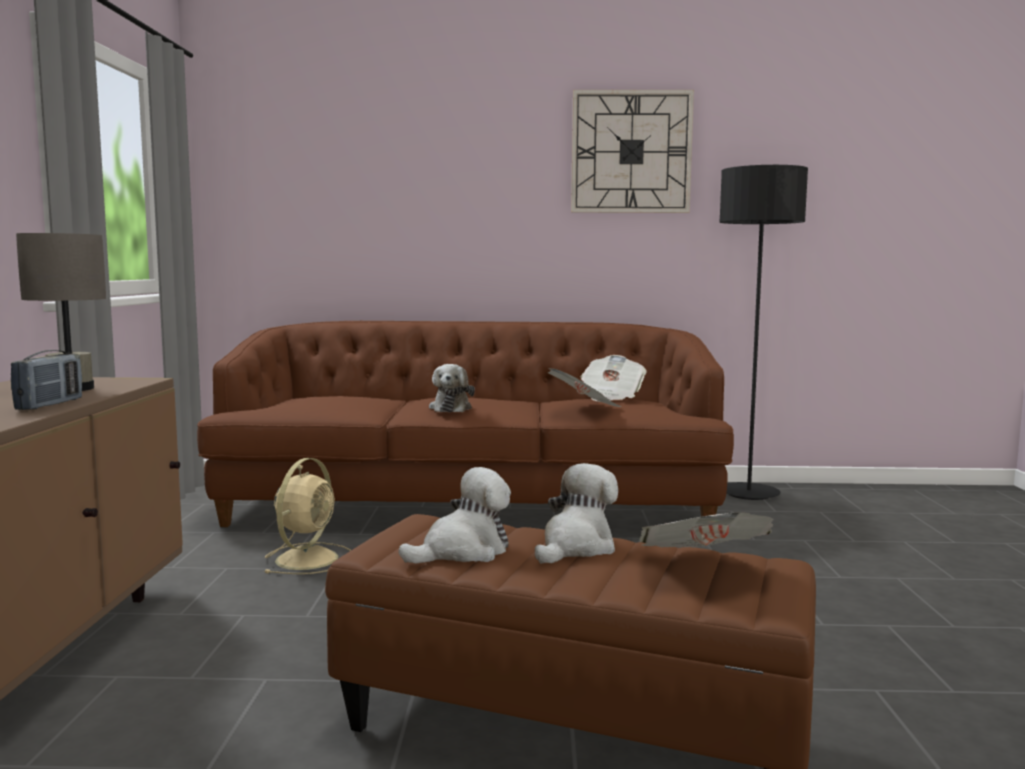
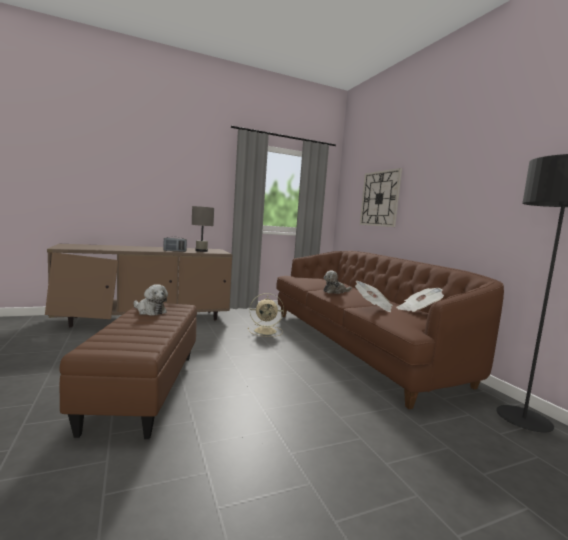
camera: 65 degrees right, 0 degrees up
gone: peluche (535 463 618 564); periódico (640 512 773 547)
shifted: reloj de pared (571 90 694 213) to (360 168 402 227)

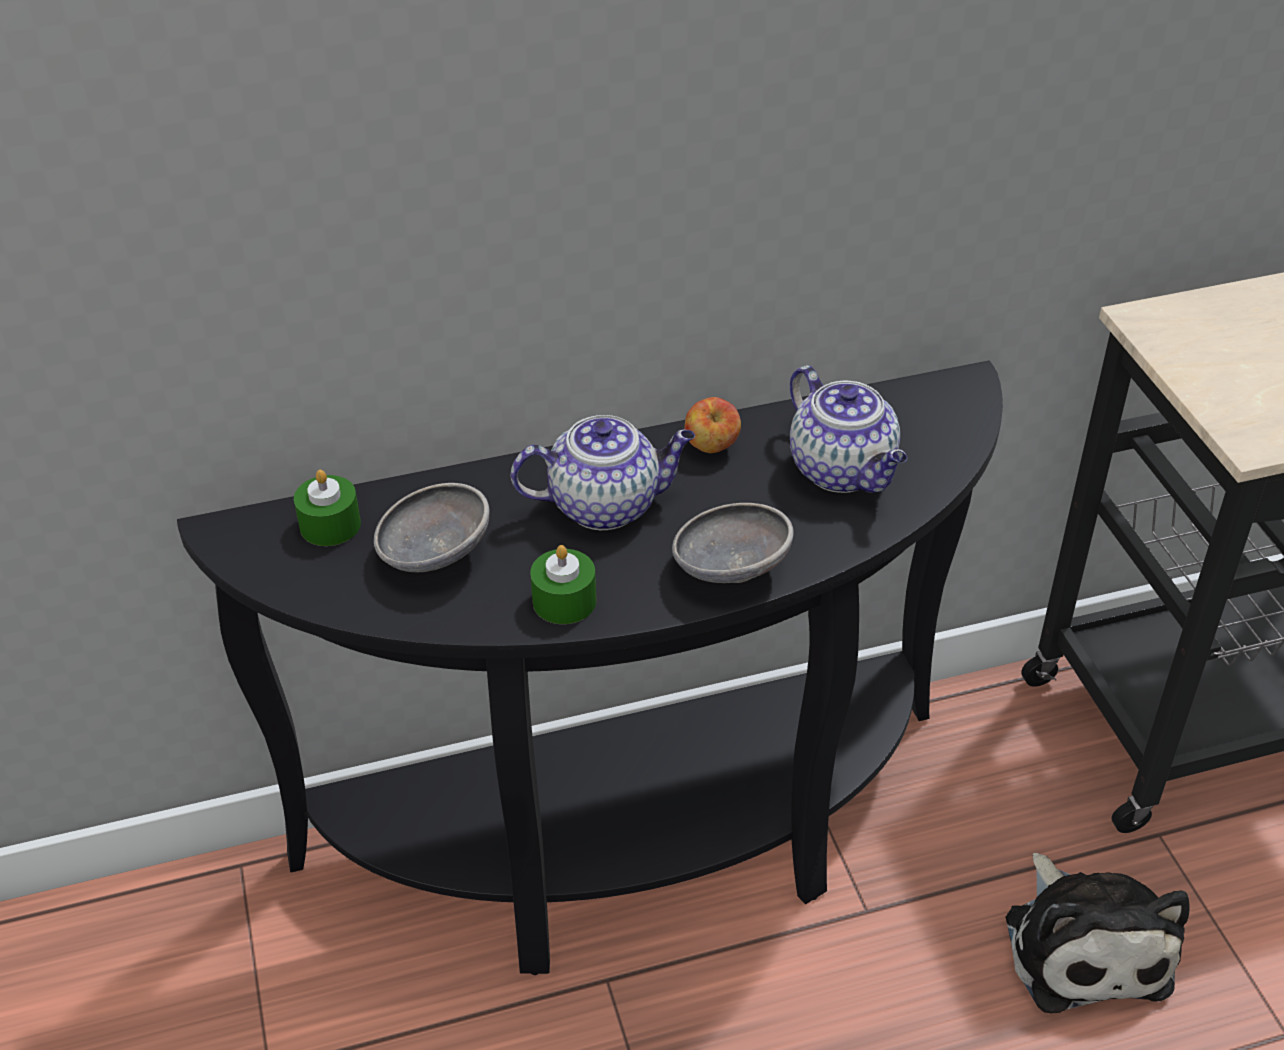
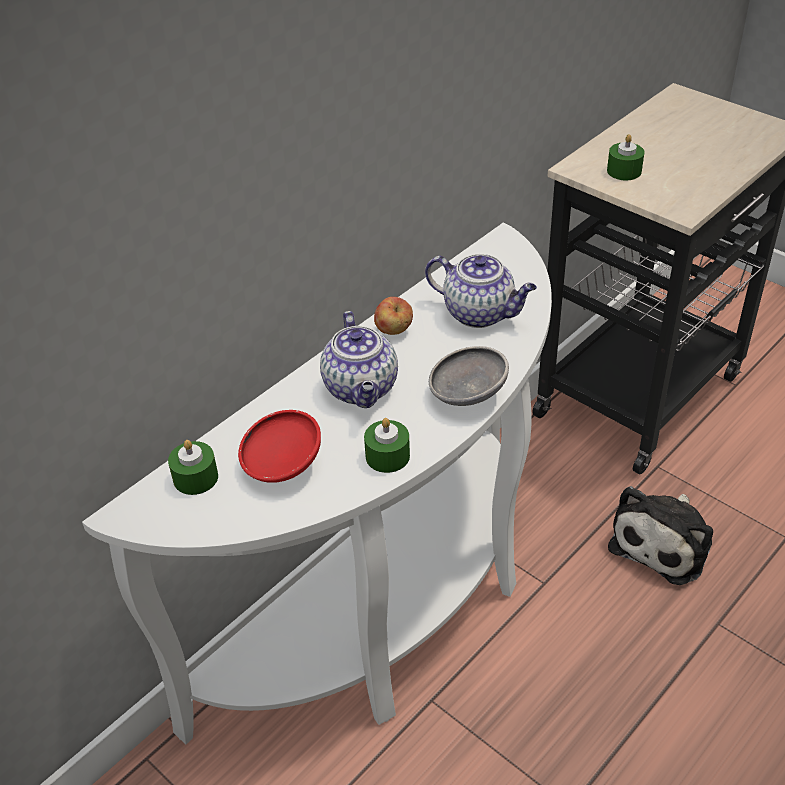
camera: 30 degrees left, 0 degrees up
new: vela (verde) (607 134 645 180)
repainted: mesa consola (negro) (177 360 1003 975) to mesa consola (blanco) (82 223 552 744); cuenco (gris) (374 483 489 572) to cuenco (rojo) (238 410 321 483)
rotated: tetera (511 415 695 530) = (320 311 398 408) 120 degrees clockwise; peluche (1006 853 1190 1013) = (608 486 713 585) 75 degrees clockwise

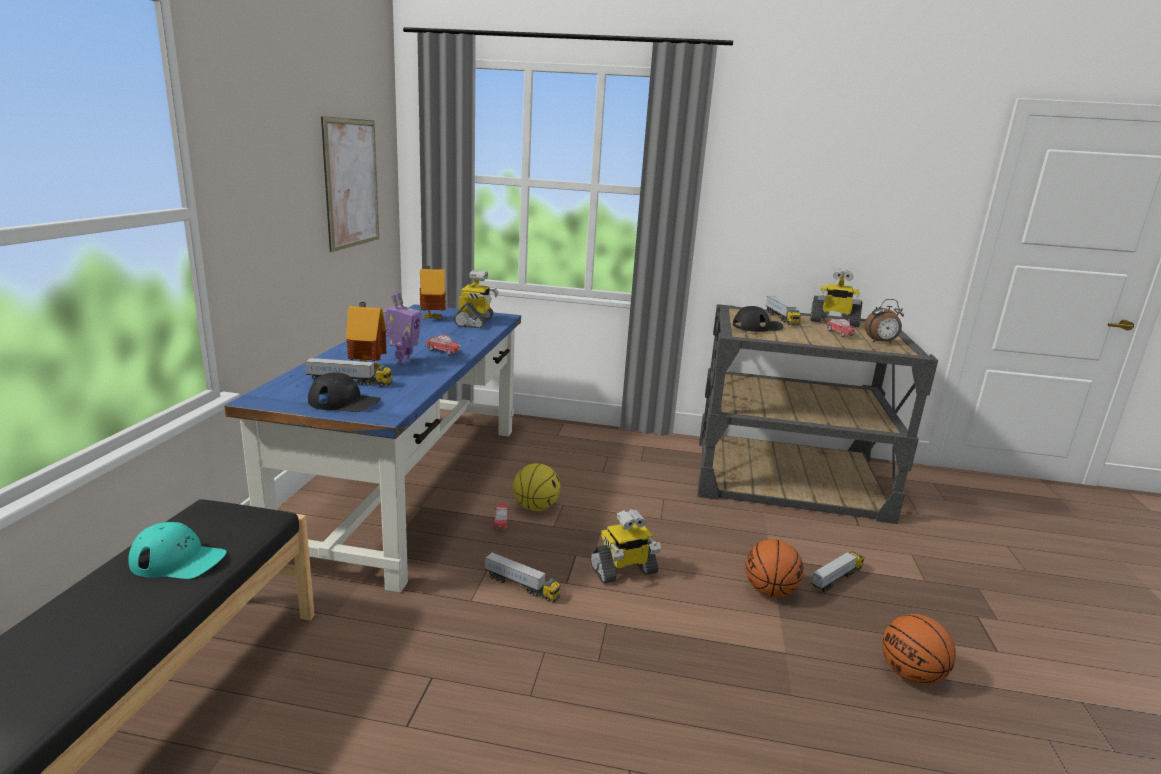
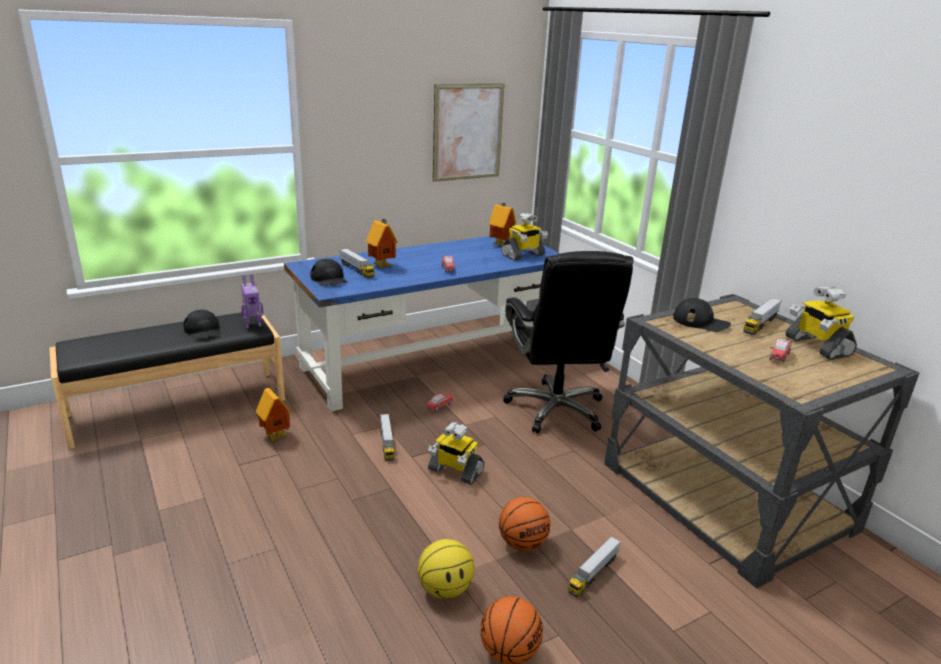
camera: 50 degrees right, 5 degrees up
gone: despertador (865 299 904 343)
new: casita (256 387 291 441); silla de oficina (negro) (503 251 634 433)
shifted: robot de juguete (383 293 421 365) to (241 274 264 328); balón de baloncesto (513 463 560 511) to (418 539 475 599)
repainted: gorra (turquesa) (128 522 227 579) to gorra (negro) (183 310 221 340)
rotated: camión de juguete (811 551 865 592) = (568 536 621 597) 120 degrees clockwise

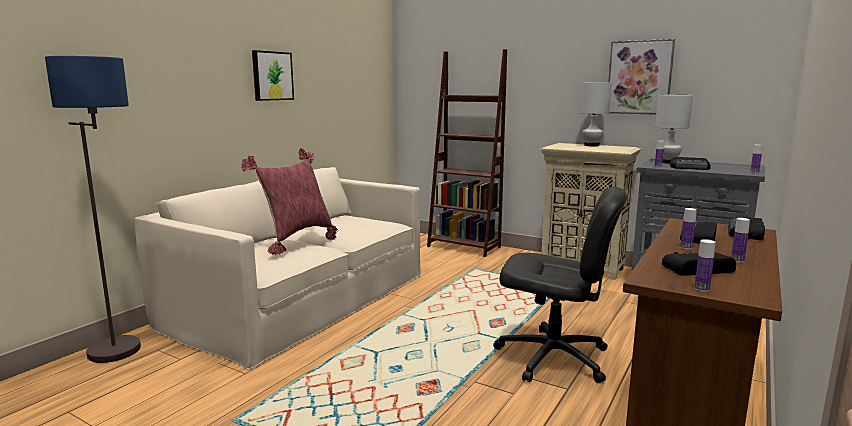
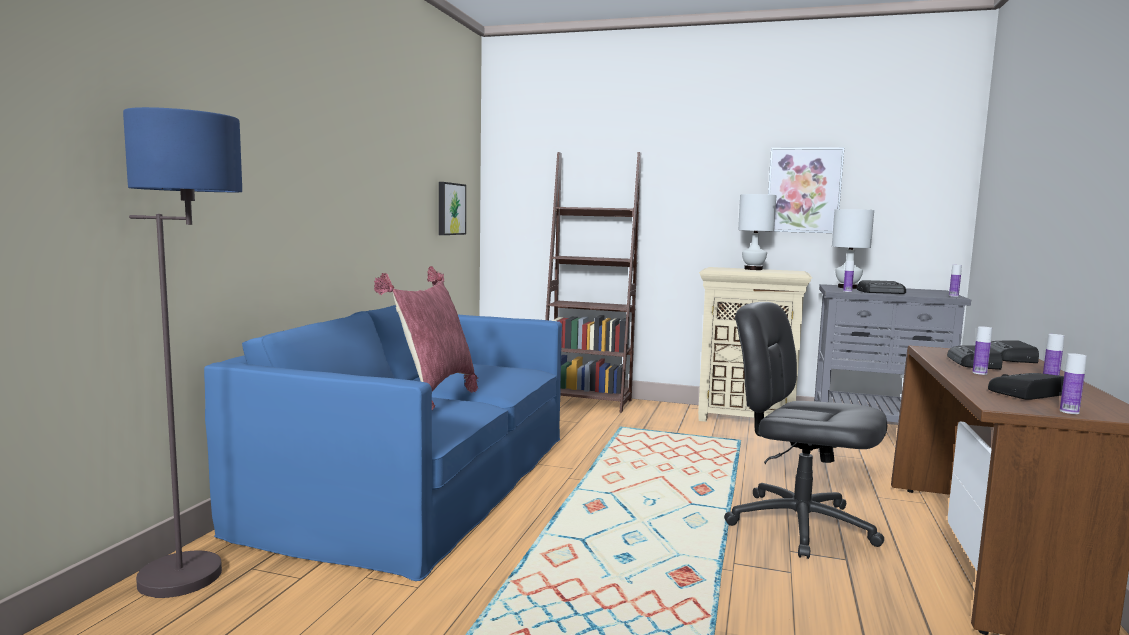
camera: 15 degrees left, 5 degrees down
shifted: cuadro (252 50 294 101) to (439 182 466 235)
repainted: sofá (beis) (134 167 421 369) to sofá (azul) (204 305 562 581)
rotated: silla de oficina (negro) (493 187 627 383) = (724 302 887 559) 150 degrees counterclockwise

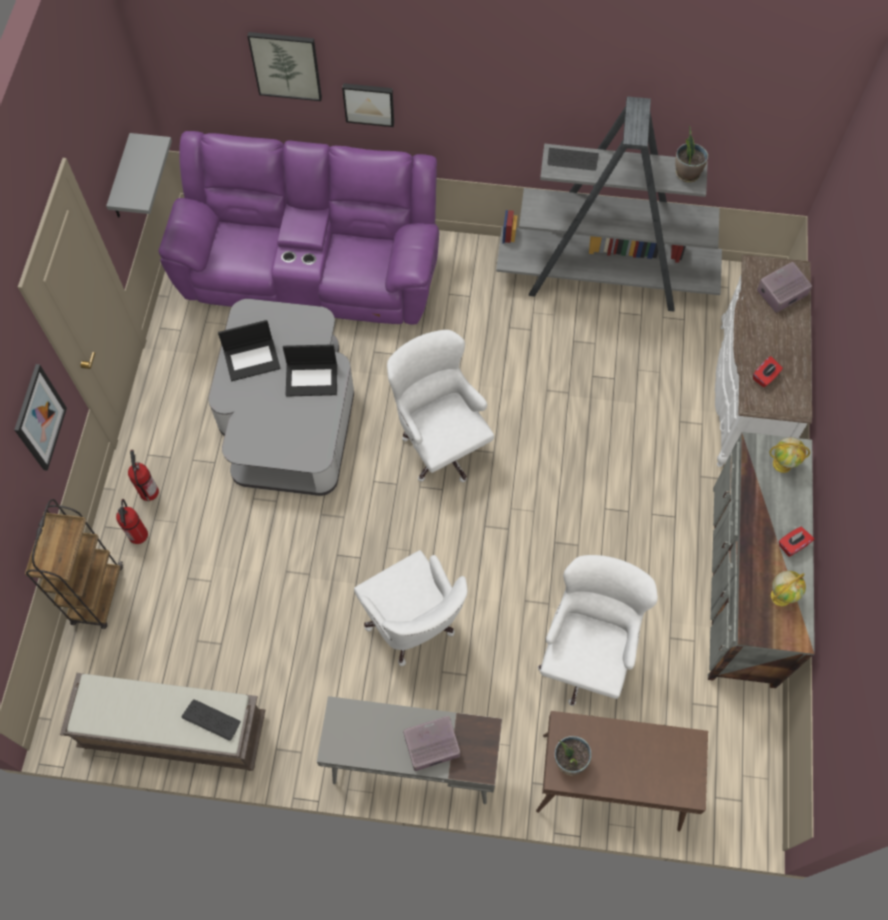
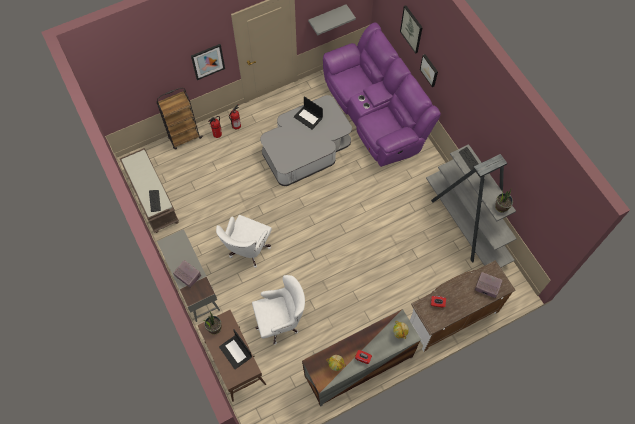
camera: 55 degrees right, 0 degrees up
gone: silla de oficina (blanco) (387 330 494 482)
shifted: portátil (283 344 337 397) to (219 329 252 369)

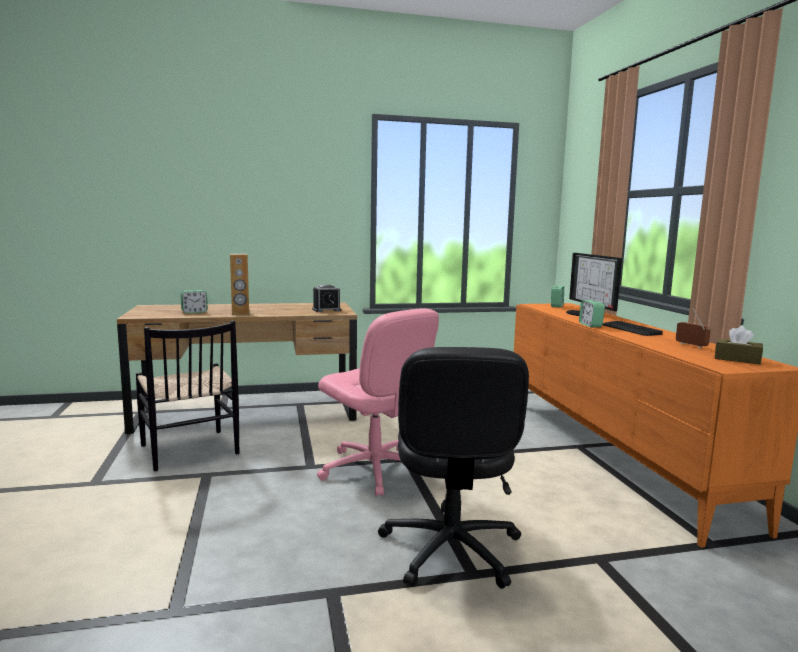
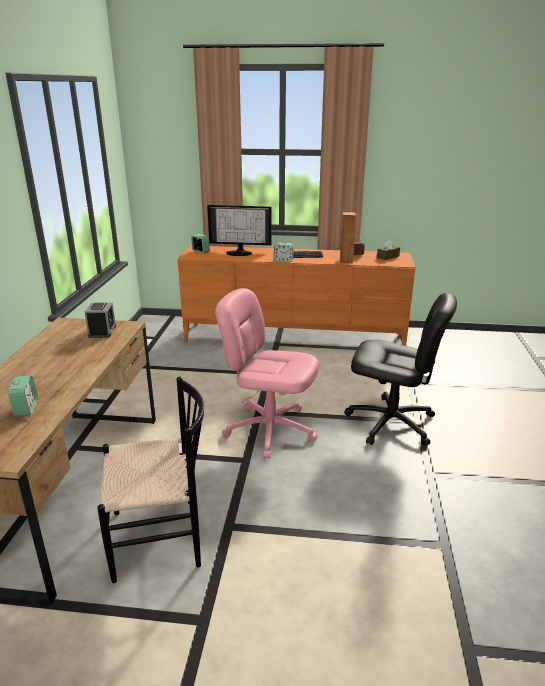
camera: 70 degrees left, 15 degrees up
shifted: altavoz (marrón) (230 254 249 315) to (340 212 356 263)
rotated: silla de oficina (rosa) (317 308 439 496) = (215 288 319 459) 135 degrees counterclockwise

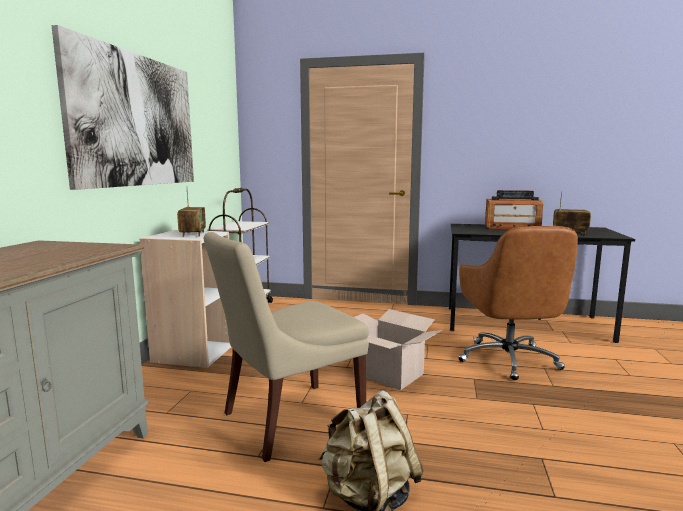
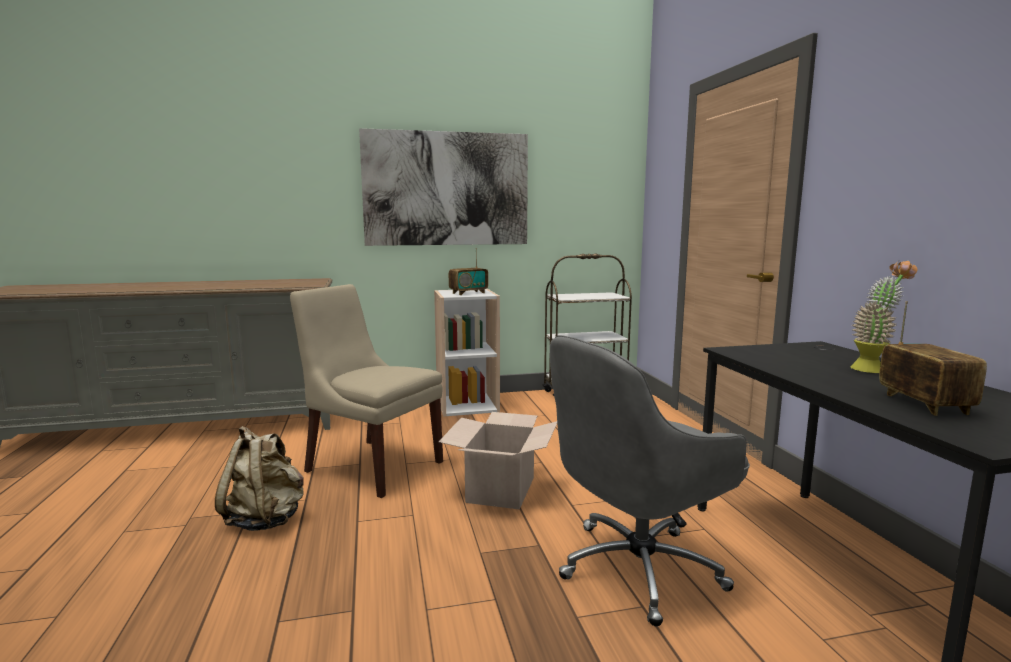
camera: 65 degrees right, 0 degrees up
swapped: radio (485 190 543 229) to planta en maceta (850 260 918 373)
repainted: silla de oficina (marrón) (459 226 578 380) to silla de oficina (gris) (550 335 750 626)

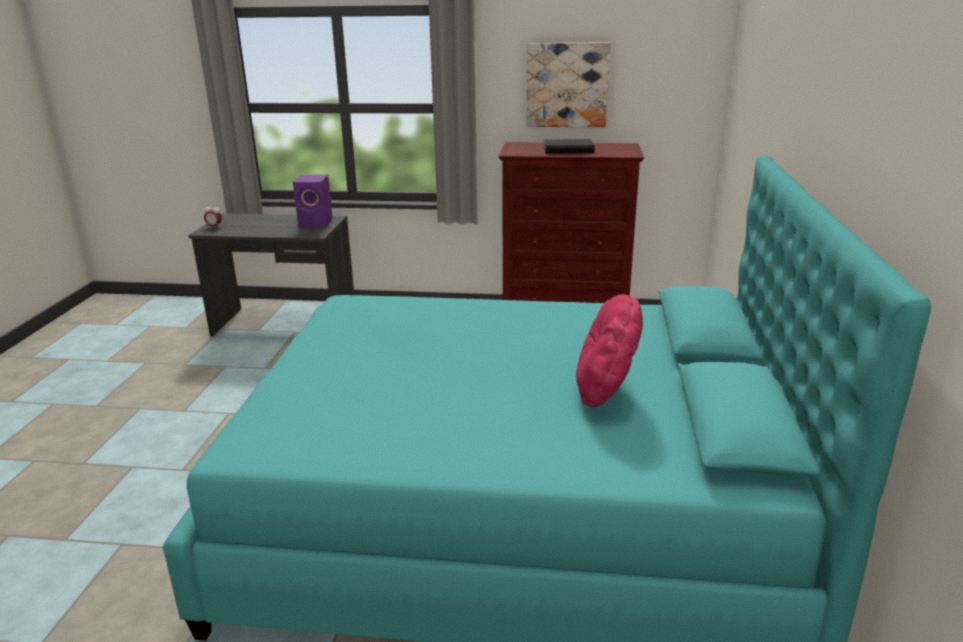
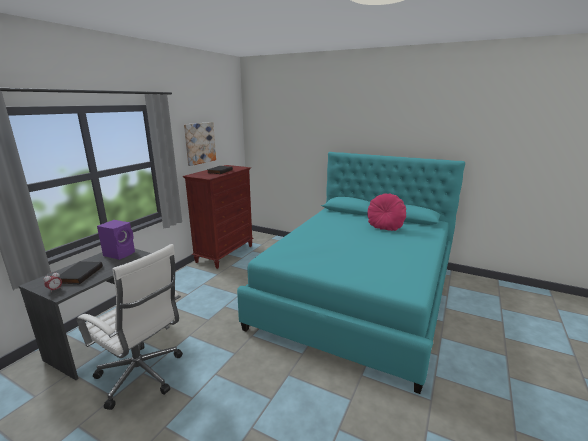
camera: 70 degrees left, 5 degrees down
new: libro (negro) (59 261 103 284); silla de oficina (blanco) (77 244 183 410)

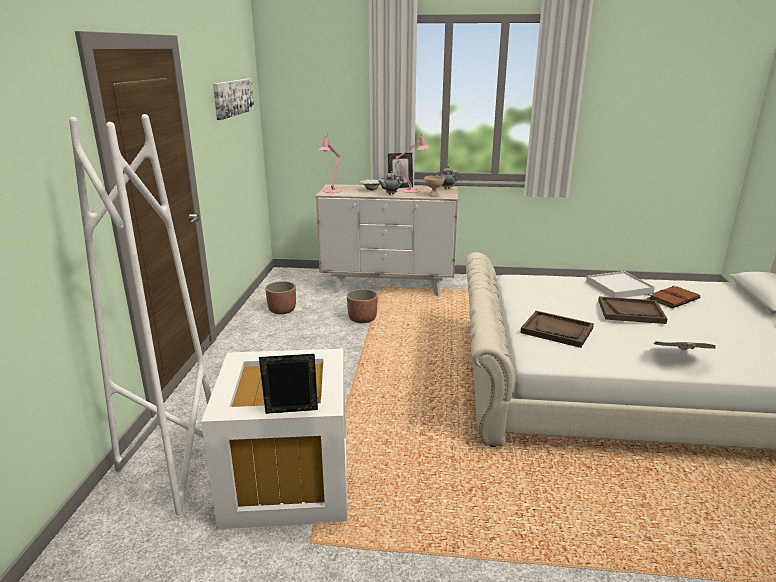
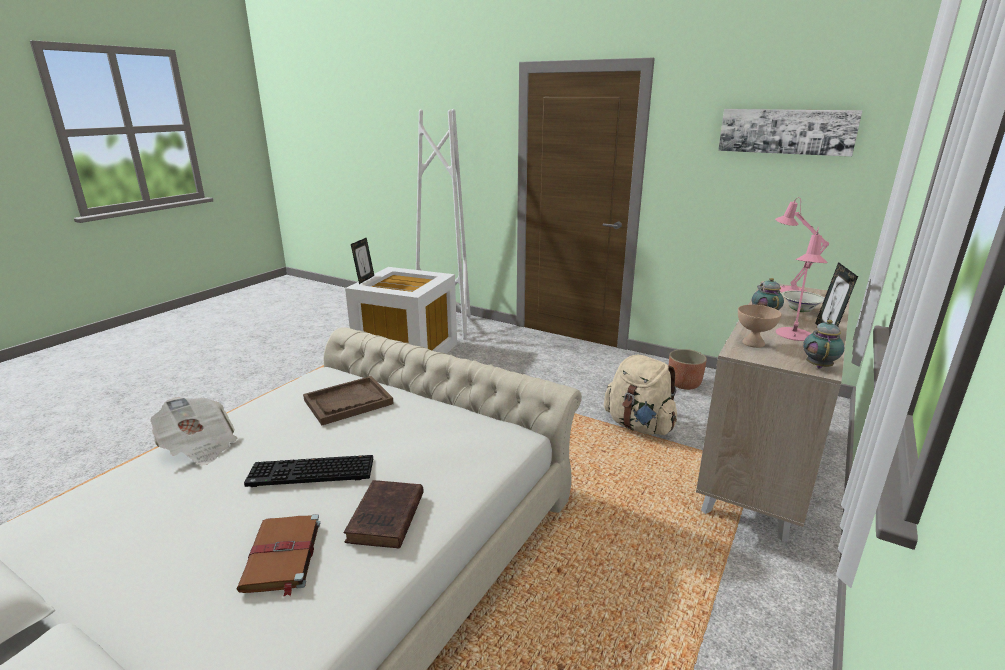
camera: 115 degrees right, 0 degrees up
swapped: maceta (347 289 378 323) to mochila (beis) (604 355 677 435); bandeja (blanco) (586 271 655 298) to libro (marrón) (343 480 424 549); bandeja (marrón) (598 296 667 324) to teclado (244 455 373 487)

